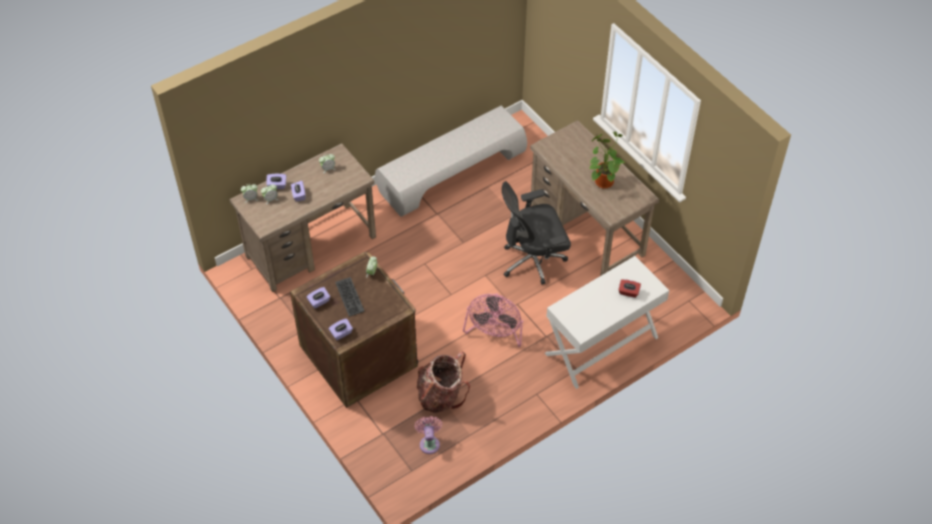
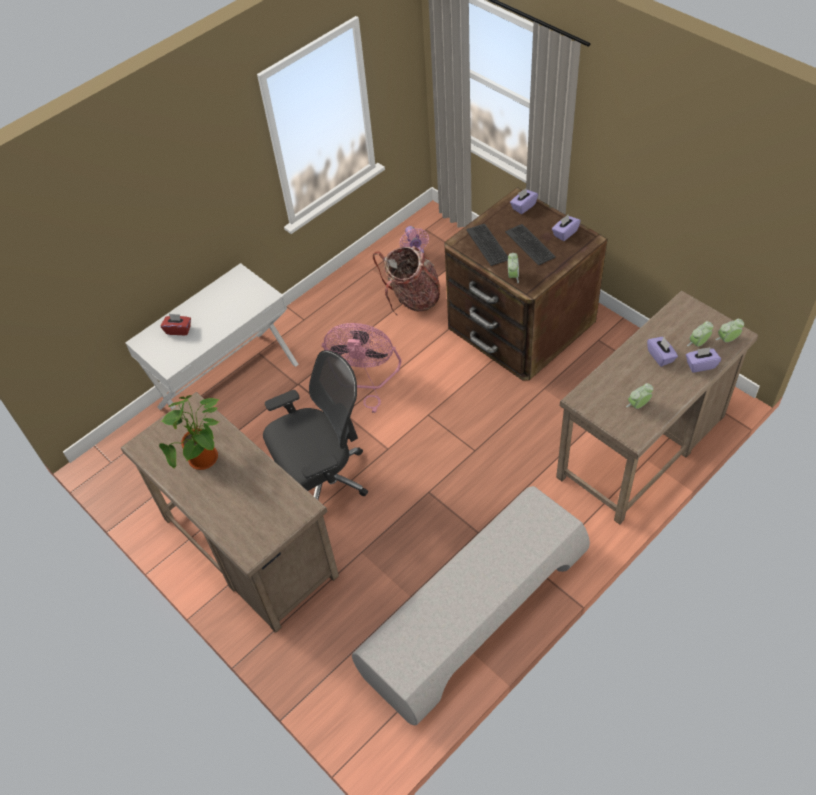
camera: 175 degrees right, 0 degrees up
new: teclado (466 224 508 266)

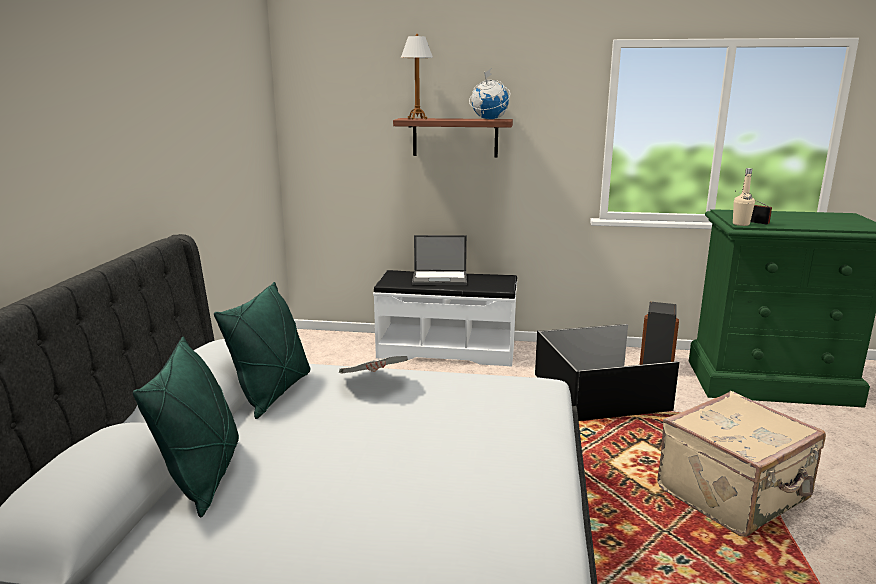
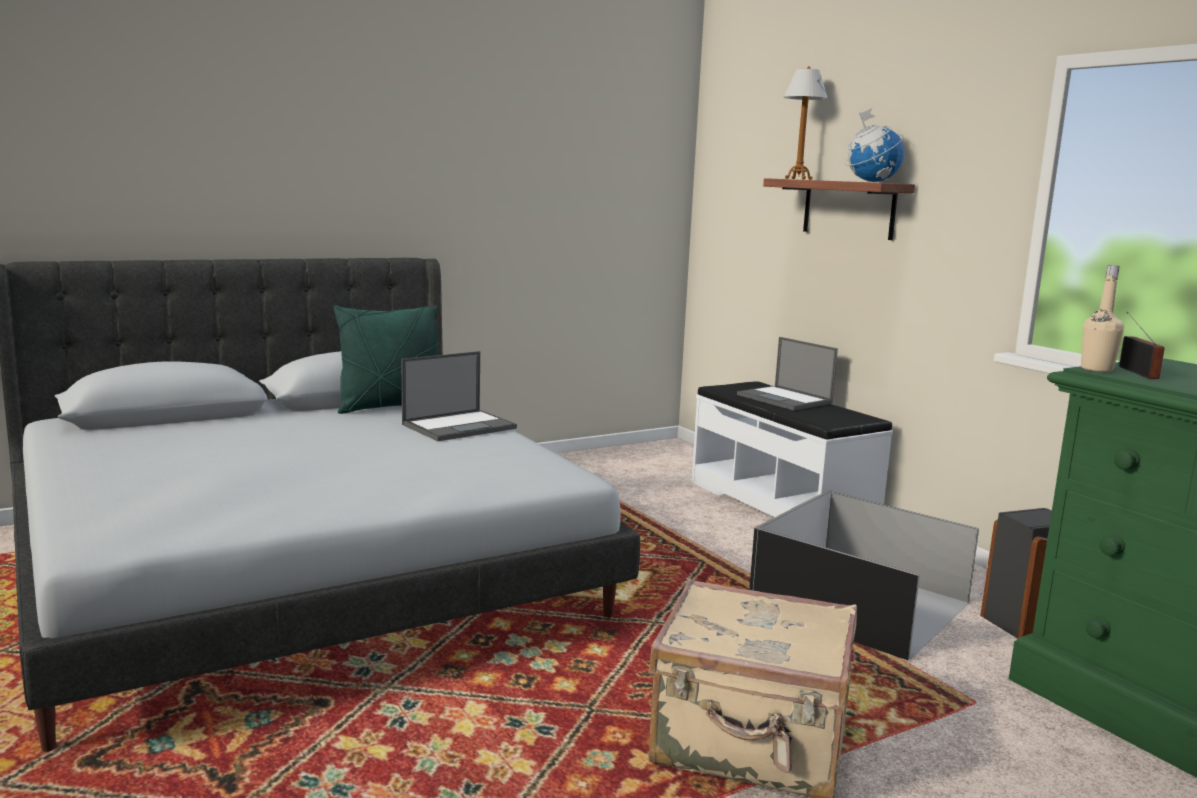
camera: 50 degrees right, 5 degrees down
gone: cojín (verde) (133 336 239 518)
swapped: periódico (339 356 408 373) to portátil (402 351 517 441)

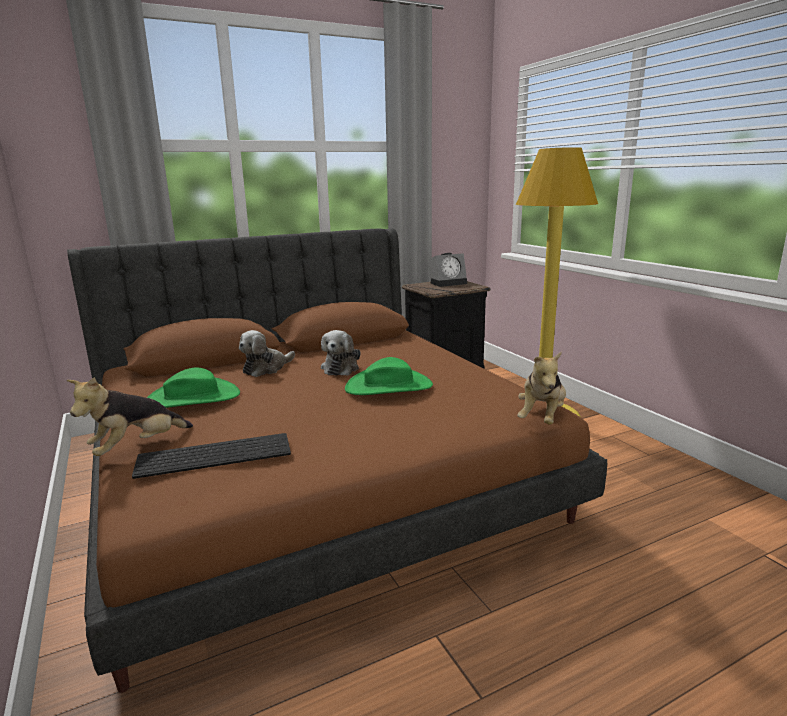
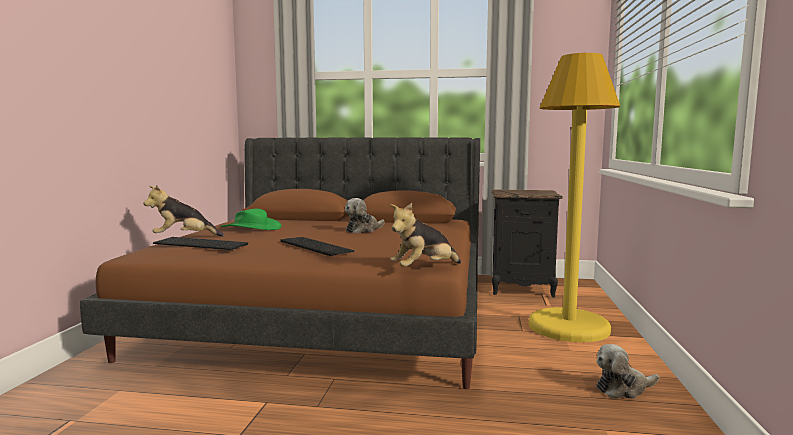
camera: 35 degrees right, 10 degrees down
gone: sombrero (verde) (345 357 433 395); despertador (429 253 467 287)
new: teclado (280 237 354 256)
shifted: peluche (239 330 295 377) to (596 344 659 399)

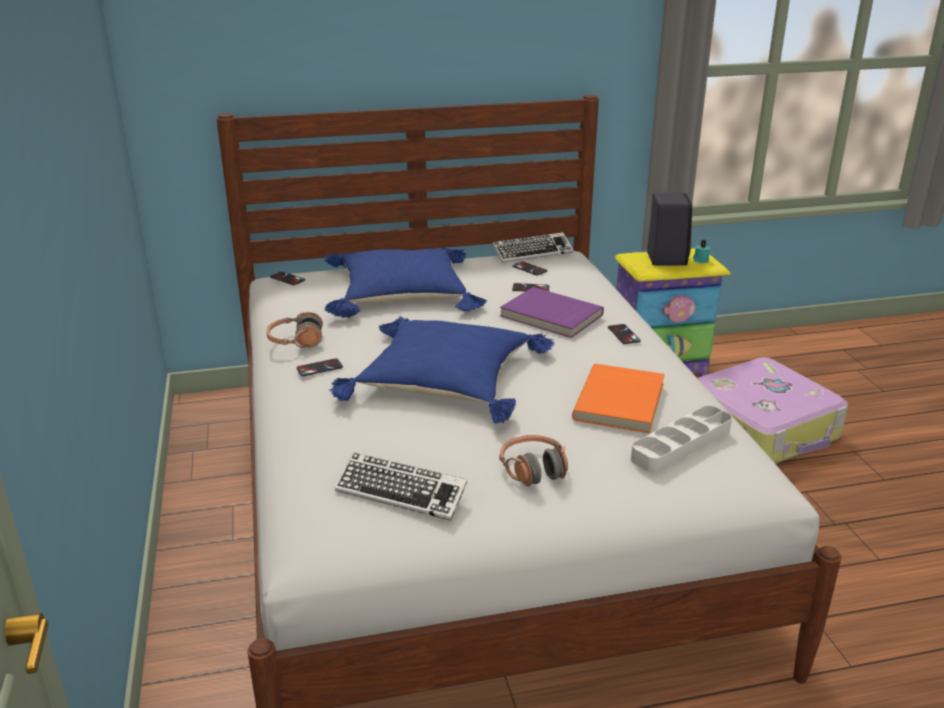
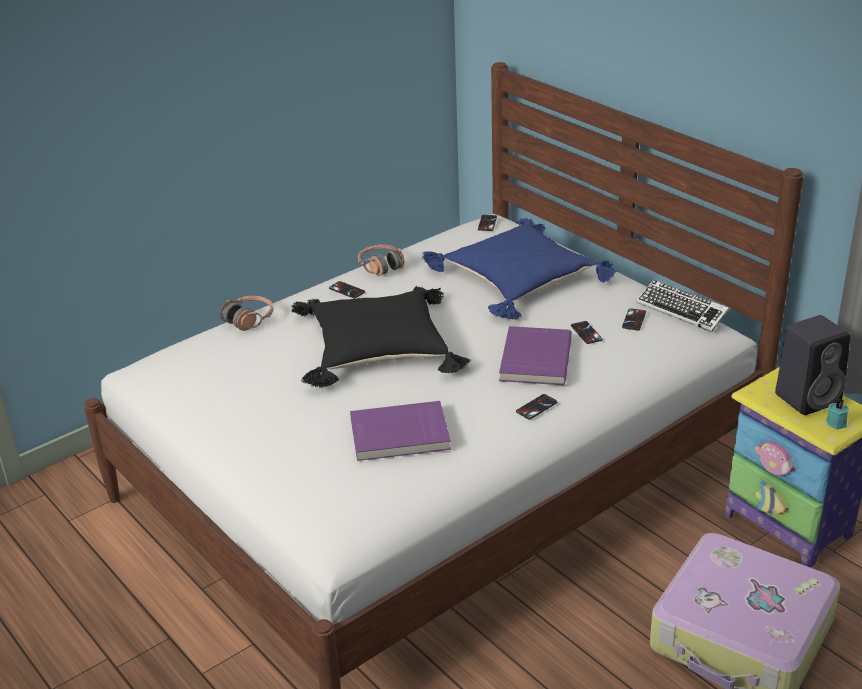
camera: 65 degrees right, 5 degrees up
gone: teclado (335 453 468 521); bandeja (gris) (631 406 732 473)
shifted: auriculares (499 435 568 487) to (220 296 273 331)
repainted: cojín (azul) (329 316 554 424) to cojín (negro) (291 286 471 388); libro (naranja) (572 364 665 433) to libro (morado) (350 401 451 461)

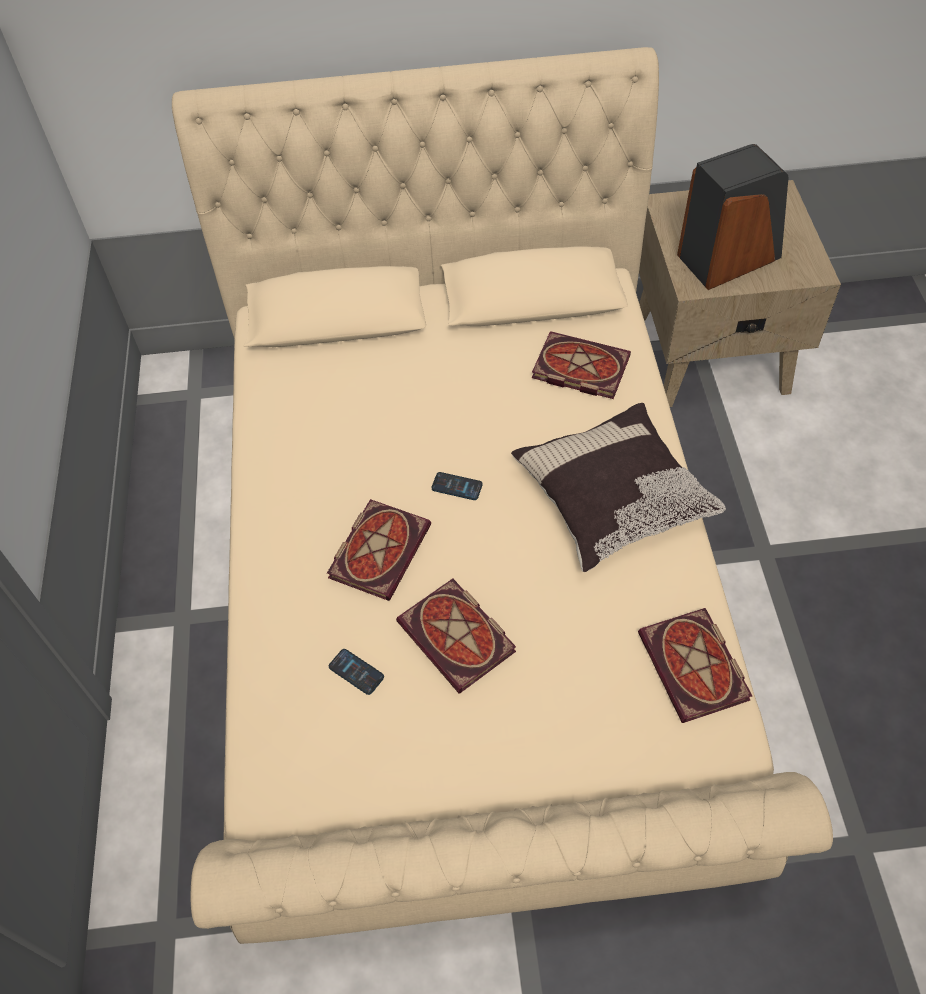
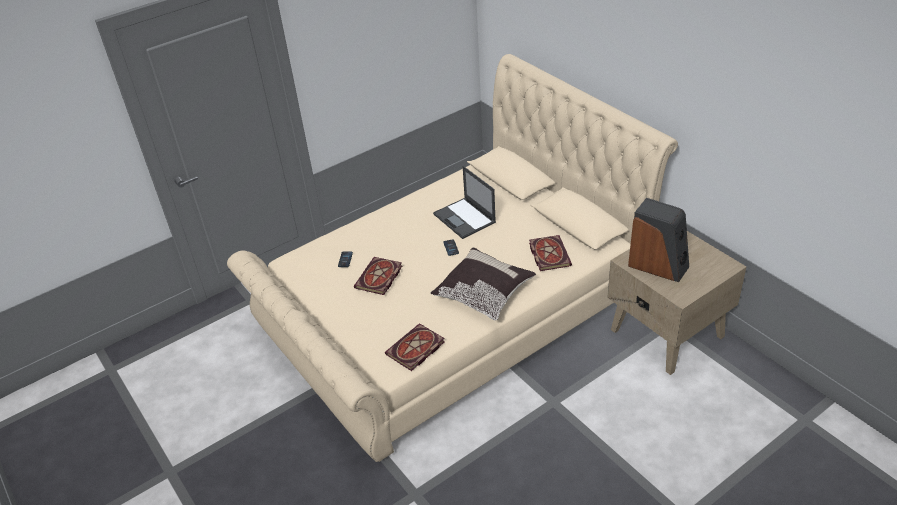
camera: 60 degrees right, 15 degrees down
gone: libro (327 499 431 601)
new: portátil (433 166 496 239)

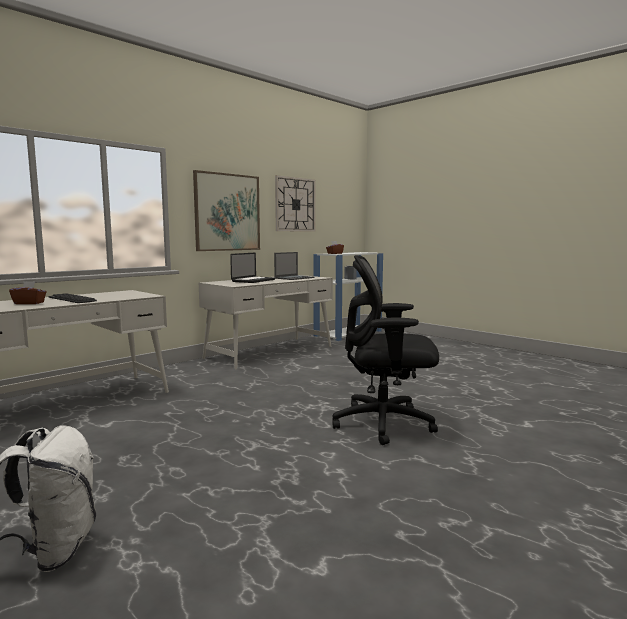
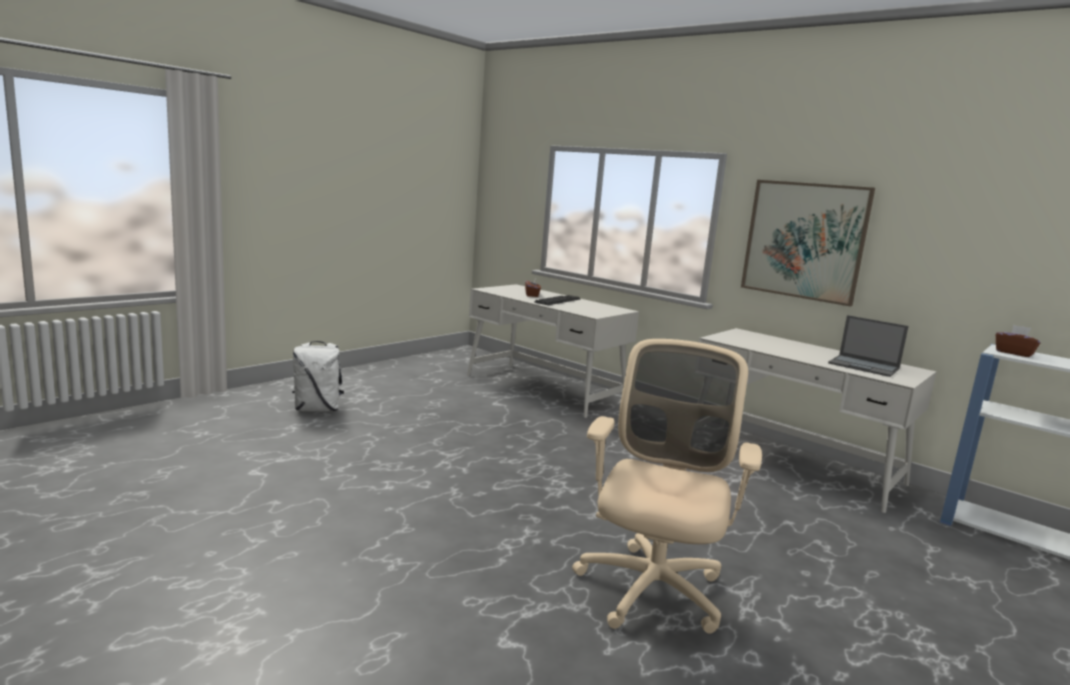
camera: 85 degrees right, 5 degrees up
gone: portátil (230 253 275 283); reloj de pared (275 175 316 232); silla de oficina (negro) (332 255 439 445)
new: silla de oficina (beis) (572 339 762 634)

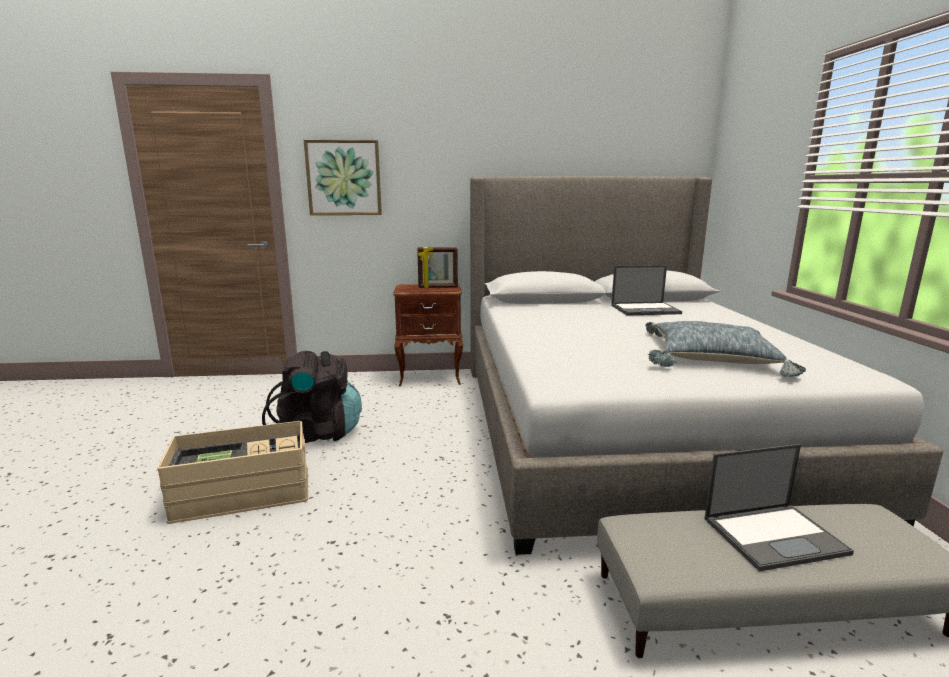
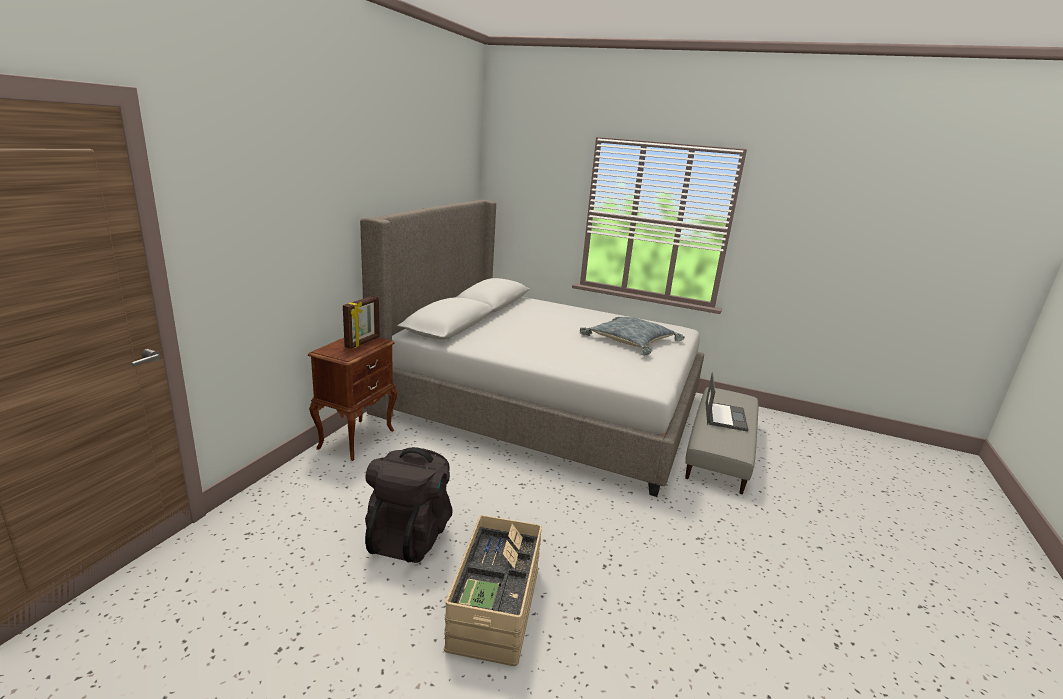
camera: 65 degrees left, 5 degrees up
gone: cuadro (304 140 382 215); portátil (611 265 682 316)

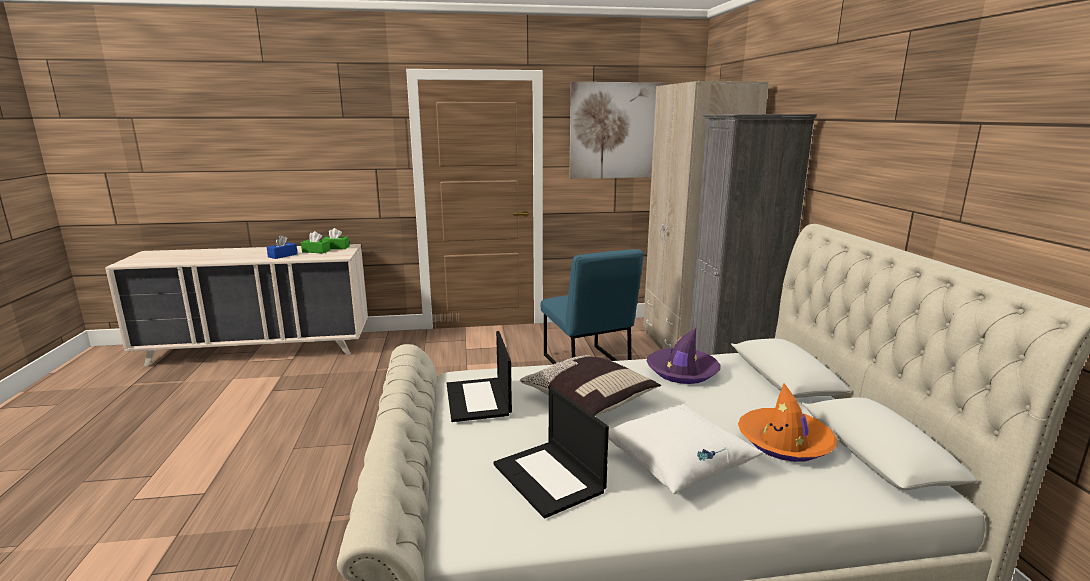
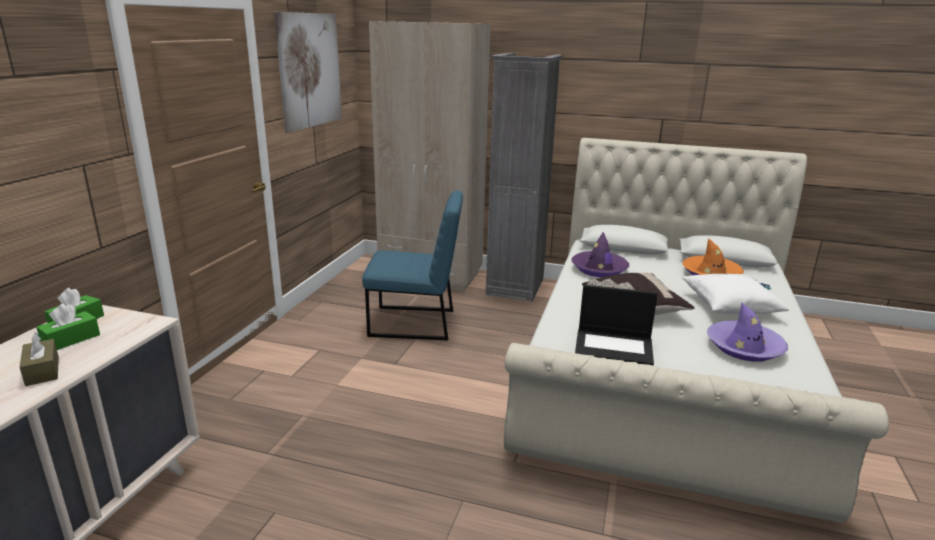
camera: 65 degrees left, 5 degrees up
swapped: portátil (493 386 609 519) to sombrero (morado) (707 303 788 362)
repainted: caja de pañuelos (azul) (267 235 298 259) to caja de pañuelos (marrón) (20 332 59 386)

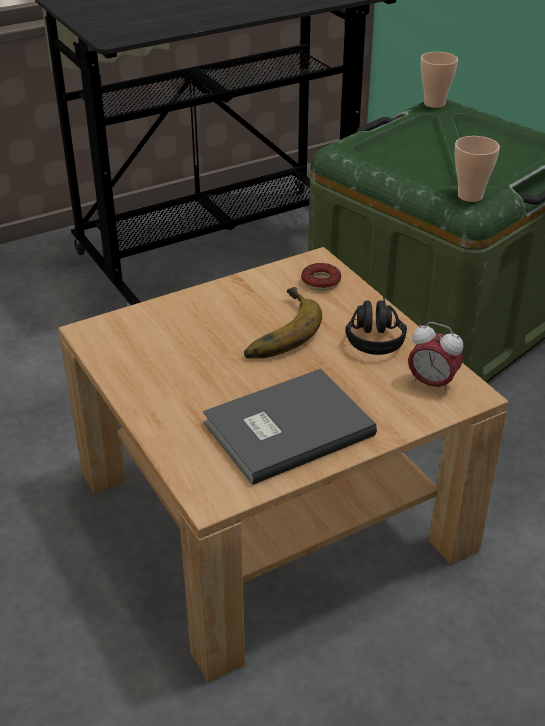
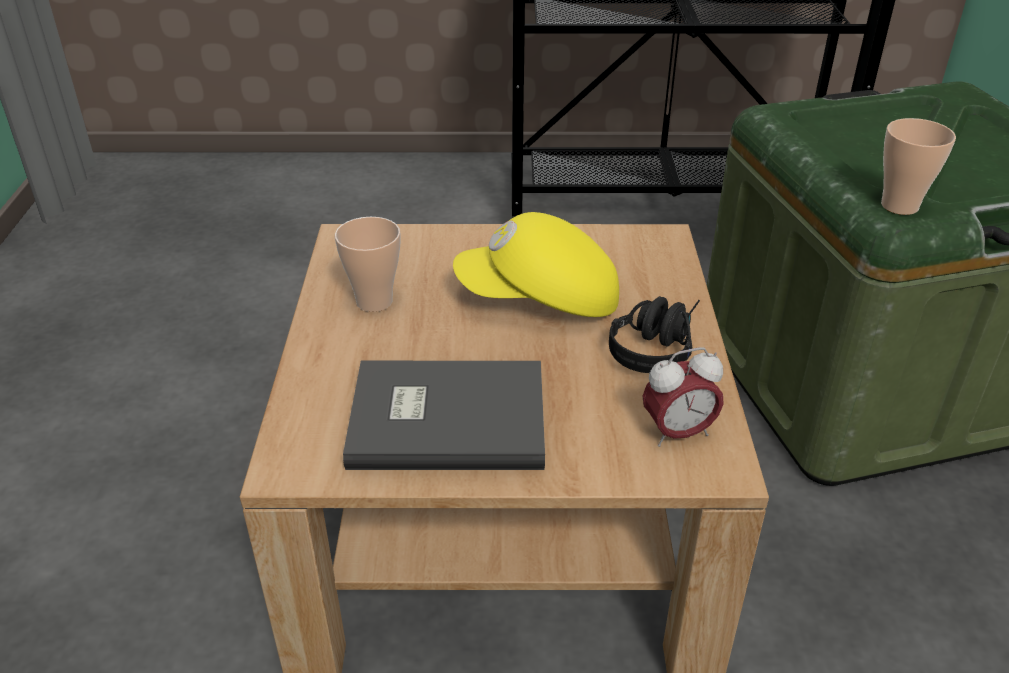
camera: 30 degrees right, 0 degrees up
gone: rosquilla (301 263 341 291)
shifted: taza (421 52 458 108) to (335 217 400 312)
swapped: plátano (244 287 322 359) to gorra (amarillo) (453 212 619 317)
rotated: despertador (408 322 464 394) = (642 347 724 447) 75 degrees counterclockwise

